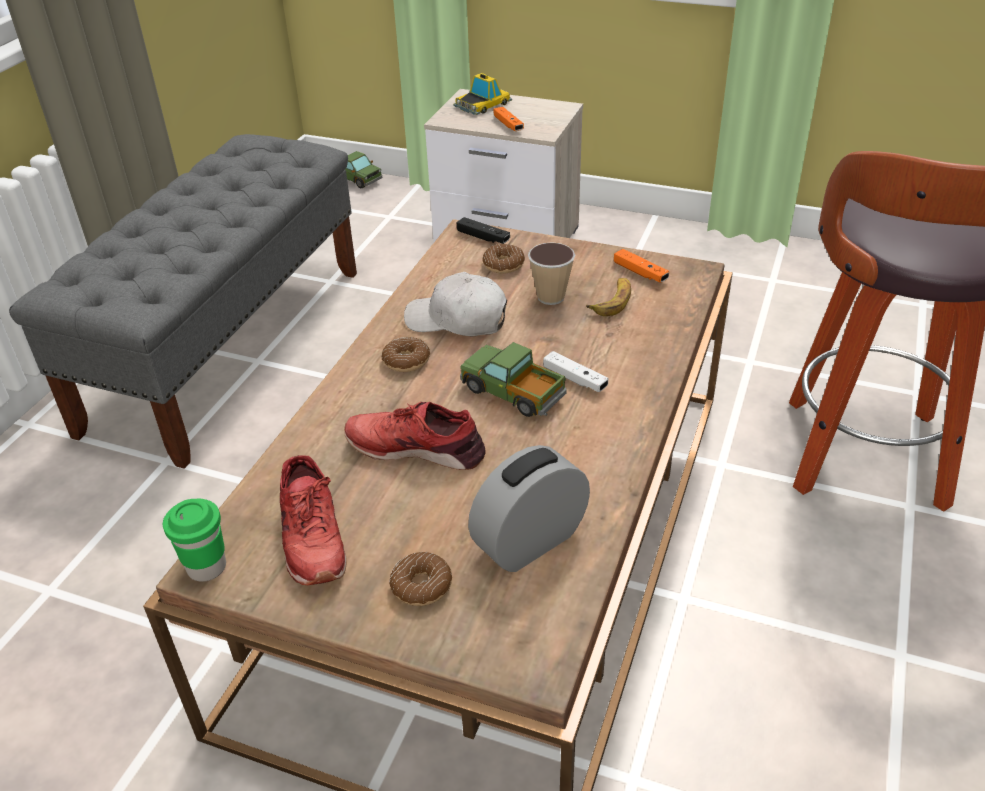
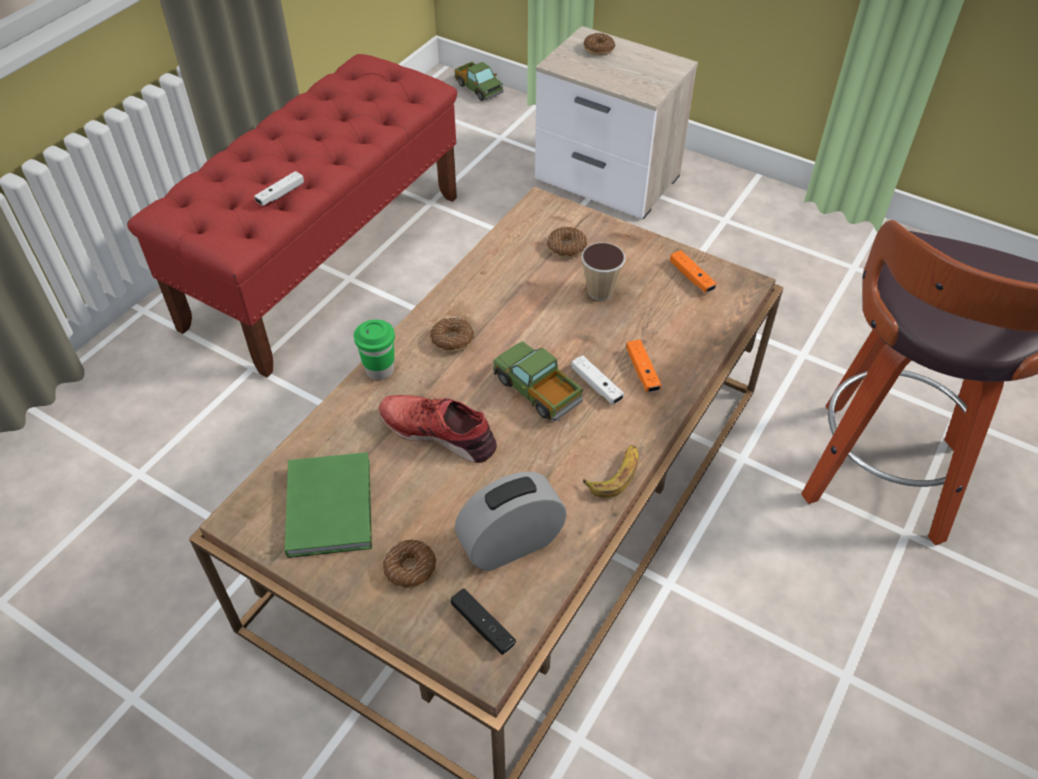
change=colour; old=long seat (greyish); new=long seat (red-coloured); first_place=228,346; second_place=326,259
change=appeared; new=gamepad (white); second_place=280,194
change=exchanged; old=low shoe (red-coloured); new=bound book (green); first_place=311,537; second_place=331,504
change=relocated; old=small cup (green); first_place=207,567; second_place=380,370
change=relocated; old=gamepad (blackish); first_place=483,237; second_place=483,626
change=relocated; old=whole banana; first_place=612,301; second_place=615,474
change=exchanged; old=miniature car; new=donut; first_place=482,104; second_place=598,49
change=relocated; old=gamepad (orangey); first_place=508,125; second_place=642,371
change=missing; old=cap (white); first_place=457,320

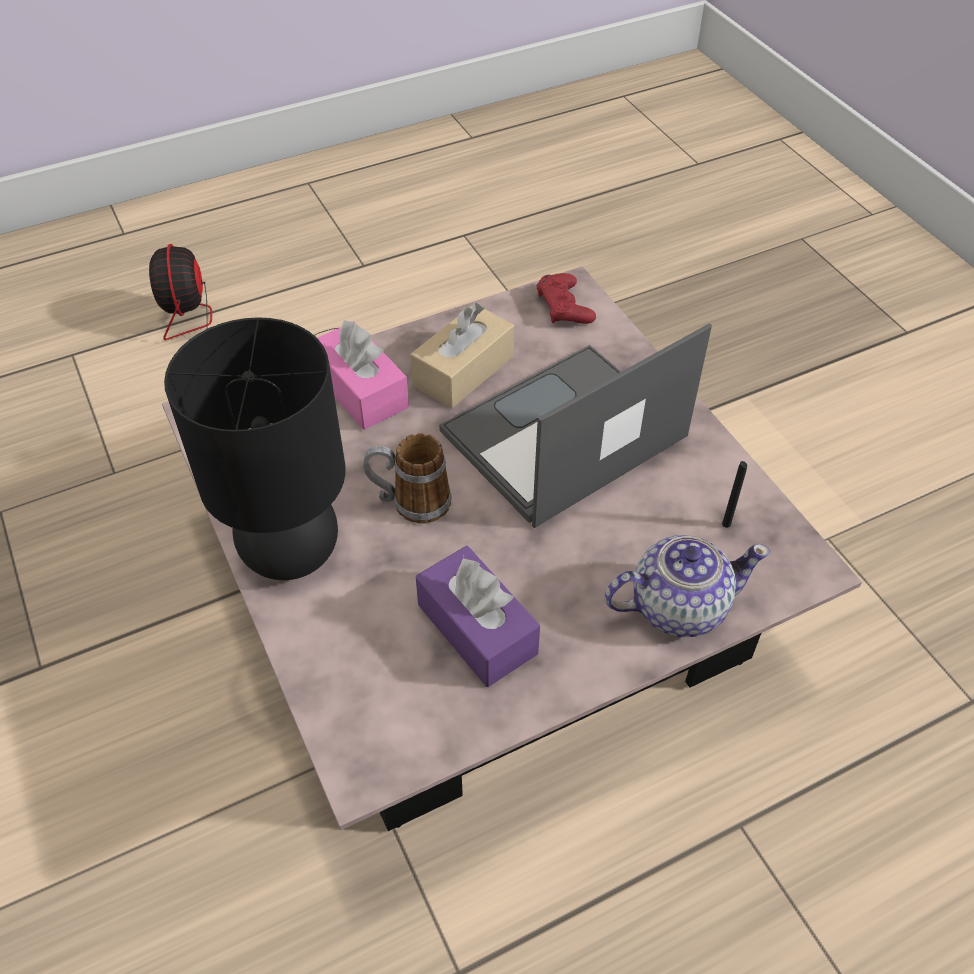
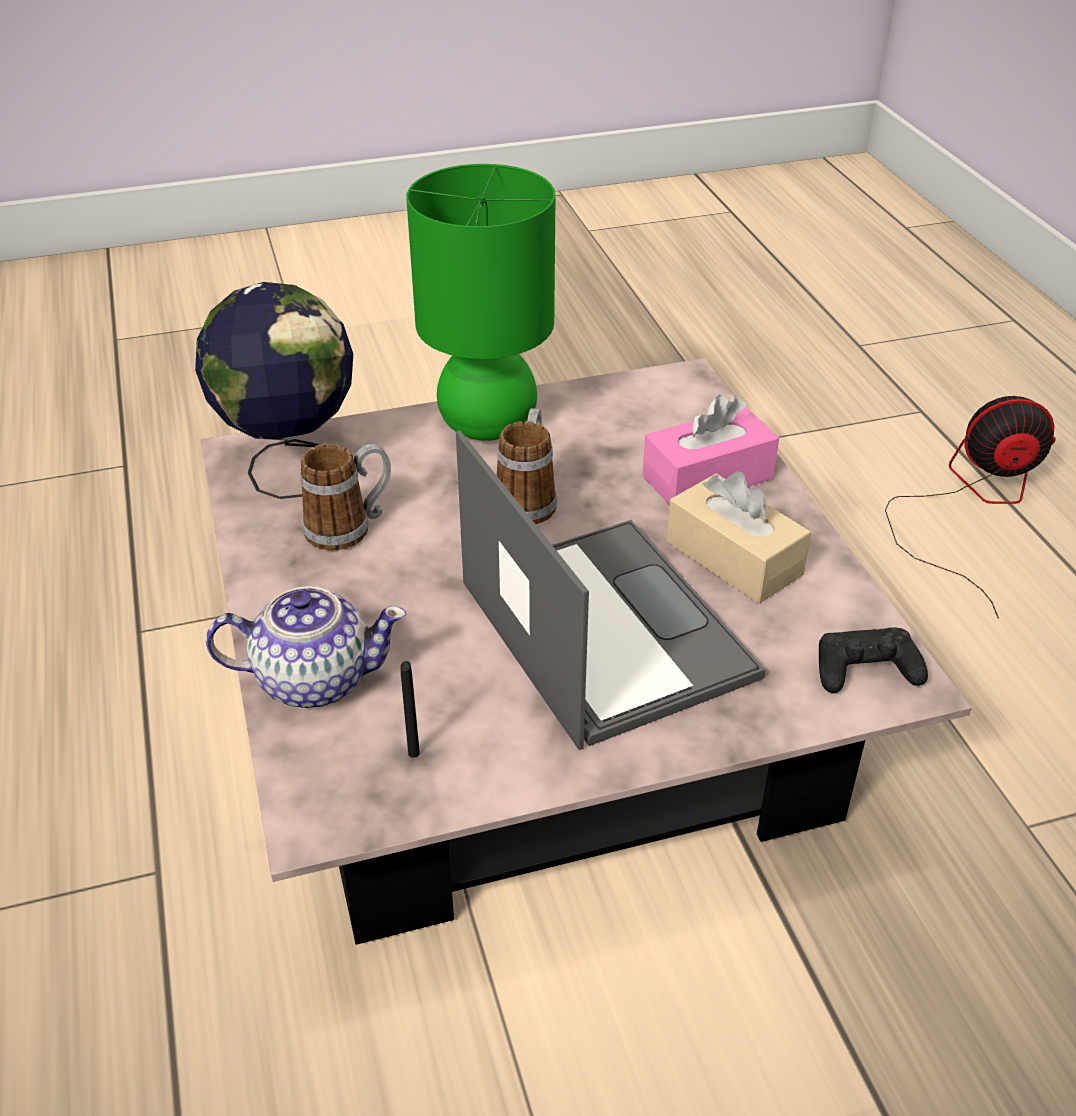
change=appeared; new=globe; second_place=290,460
change=spun; old=tea pot; first_place=677,606; second_place=313,679; degrees=-90
change=exchanged; old=tissue box (purplish); new=mug; first_place=477,629; second_place=350,528
change=colour; old=table lamp (blackish); new=table lamp (green); first_place=292,550; second_place=488,425
change=colour; old=gamepad (red-coloured); new=gamepad (blackish); first_place=564,307; second_place=865,670

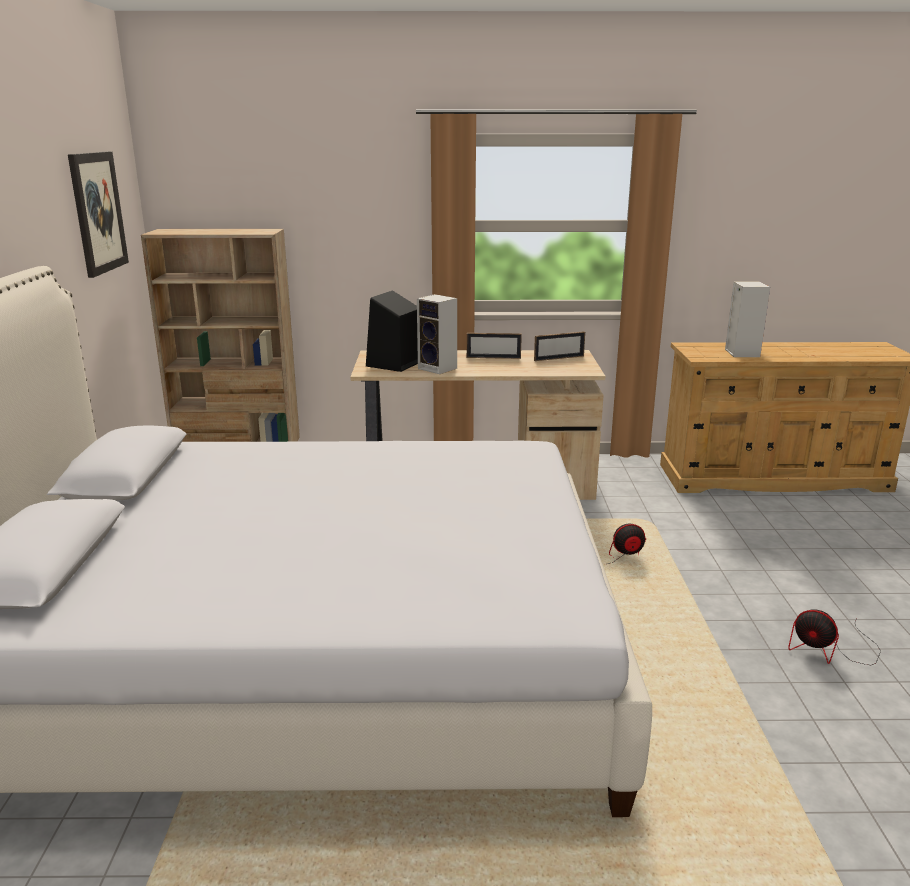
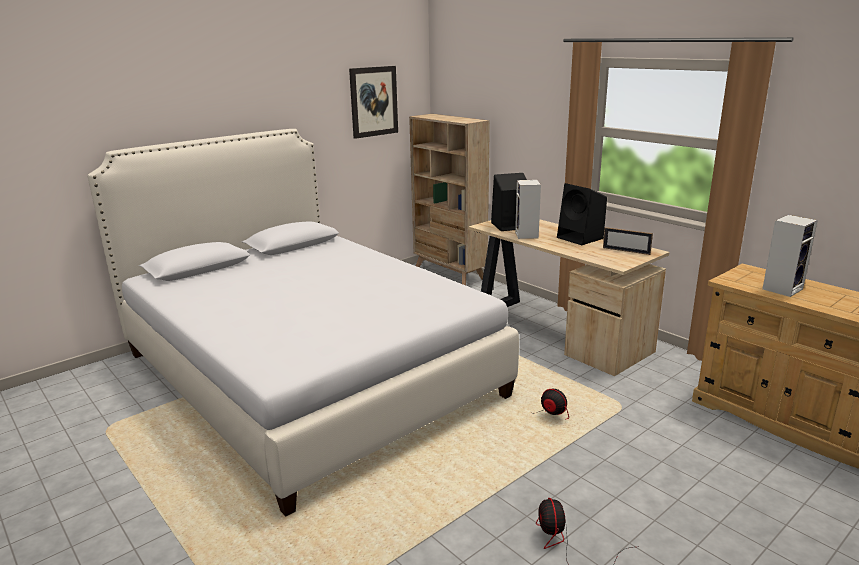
change=exchanged; old=picture frame; new=loudspeaker (blackish); first_place=493,358; second_place=581,238

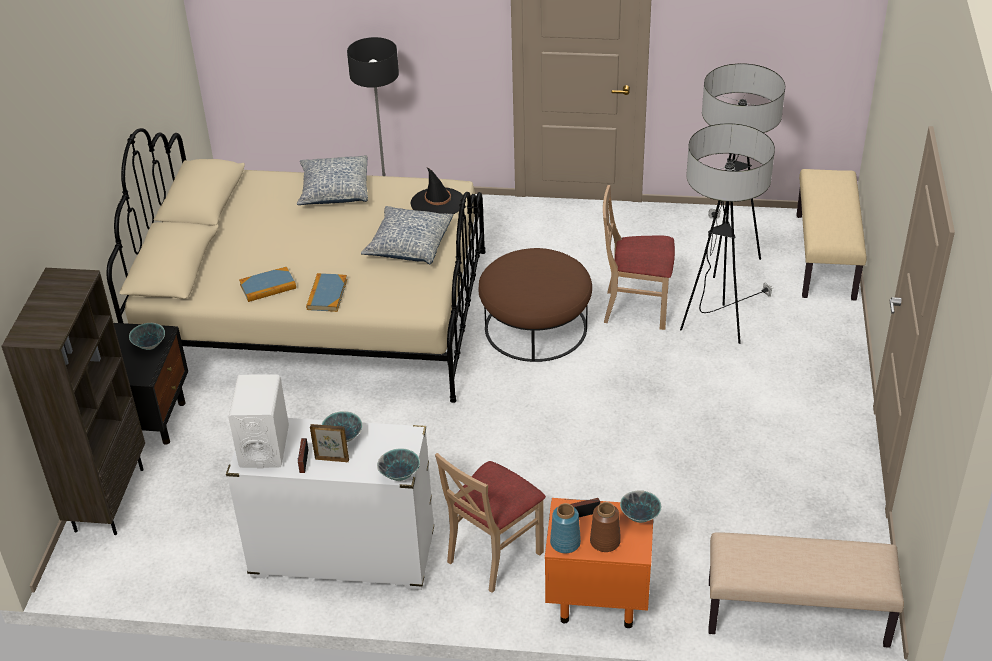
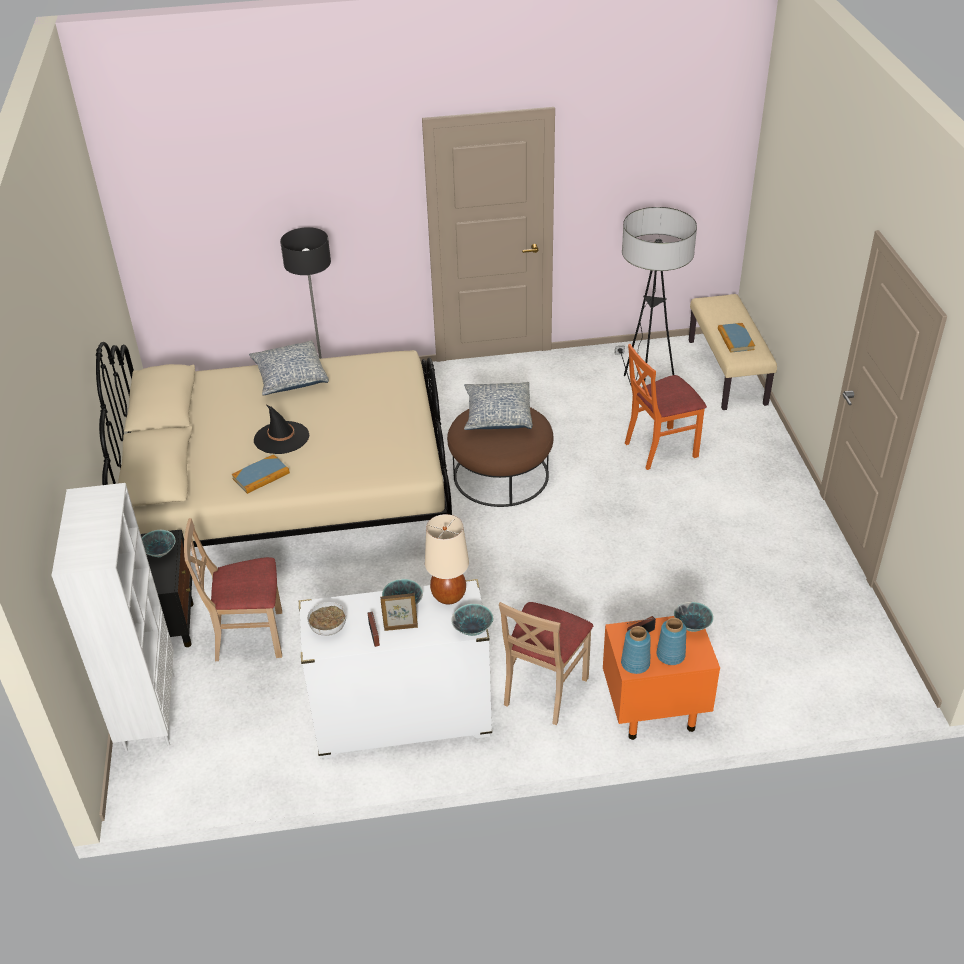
change=colour; old=shelving unit (brownish); new=shelving unit (white); first_place=108,499; second_place=148,711
change=relocated; old=plain chair (sand-coloured); first_place=636,308; second_place=249,636
change=relocated; old=hat (blackish); first_place=438,203; second_place=281,438
change=exchanged; old=loudspeaker (white); new=bowl; first_place=264,446; second_place=329,628
change=appeared; new=table lamp (sand-coloured); second_place=449,596
change=relocated; old=throw pillow; first_place=409,244; second_place=497,415
change=exchanged; old=standing lamp; new=plain chair (orangey); first_place=716,328; second_place=660,448
change=colour; old=flower vase (brownish); new=flower vase (blue-coloured); first_place=605,541; second_place=671,655
change=relocated; old=bound book; first_place=327,294; second_place=735,339
change=missing; old=long seat (sand-coloured); first_place=796,615

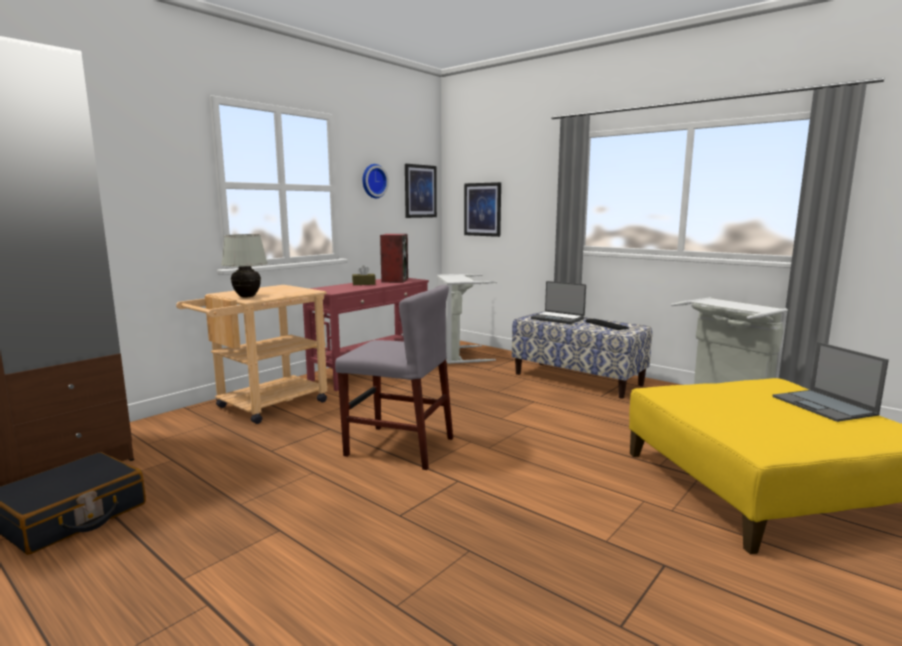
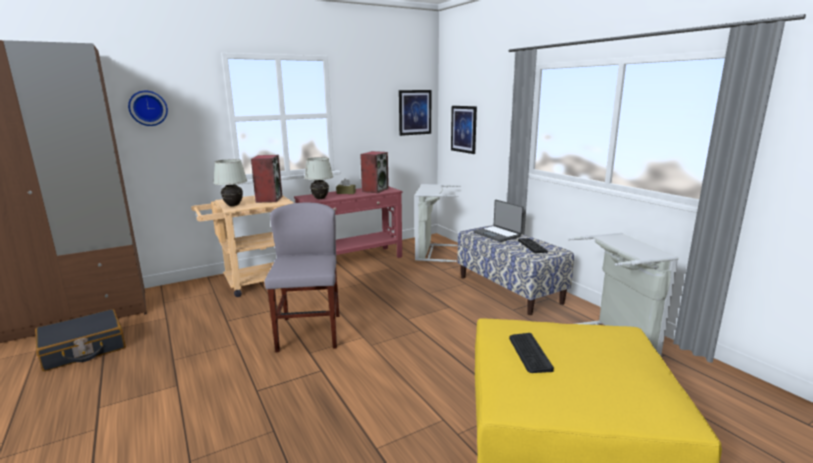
change=relocated; old=wall clock; first_place=373,181; second_place=148,108
change=appeared; new=loudspeaker; second_place=269,199
change=spun; old=plain chair (greyish); first_place=399,447; second_place=309,332; degrees=-135
change=appeared; new=table lamp (white); second_place=320,198
change=appeared; new=keyboard; second_place=529,353
change=missing; old=portable computer; first_place=824,406

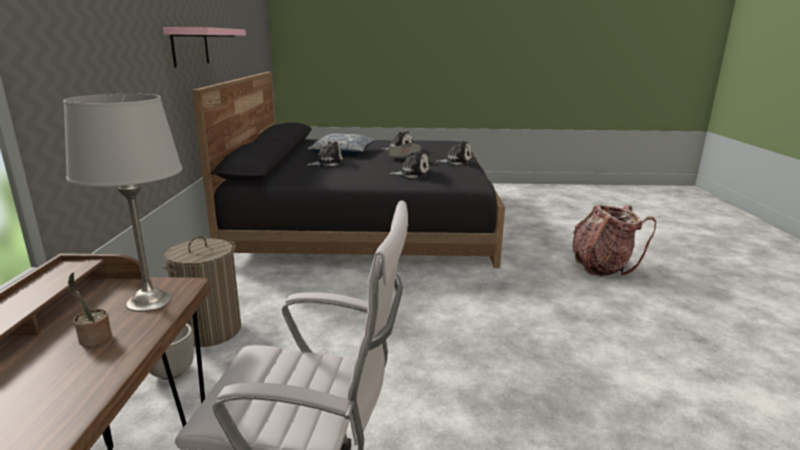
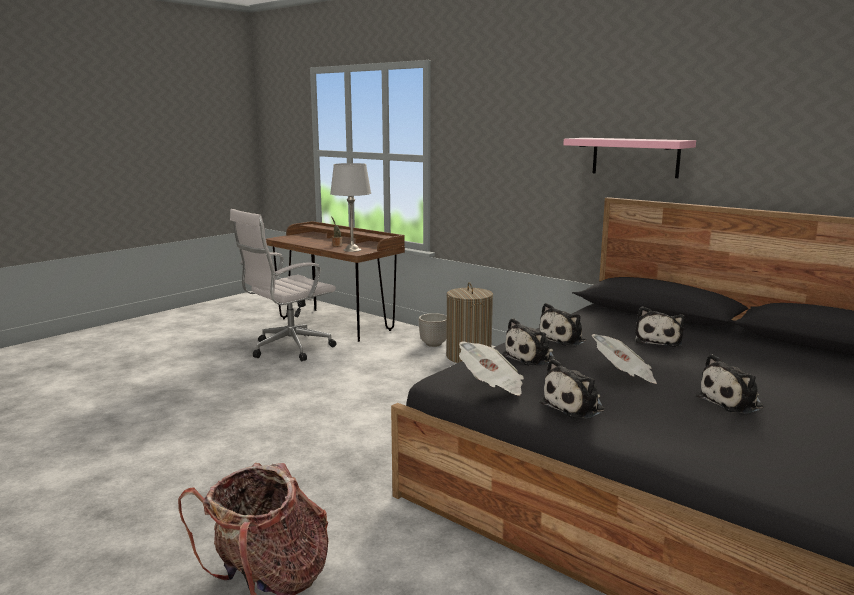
change=appeared; new=printed paper; second_place=492,385
change=appeared; new=plush toy; second_place=564,339
change=missing; old=throw pillow; first_place=342,153

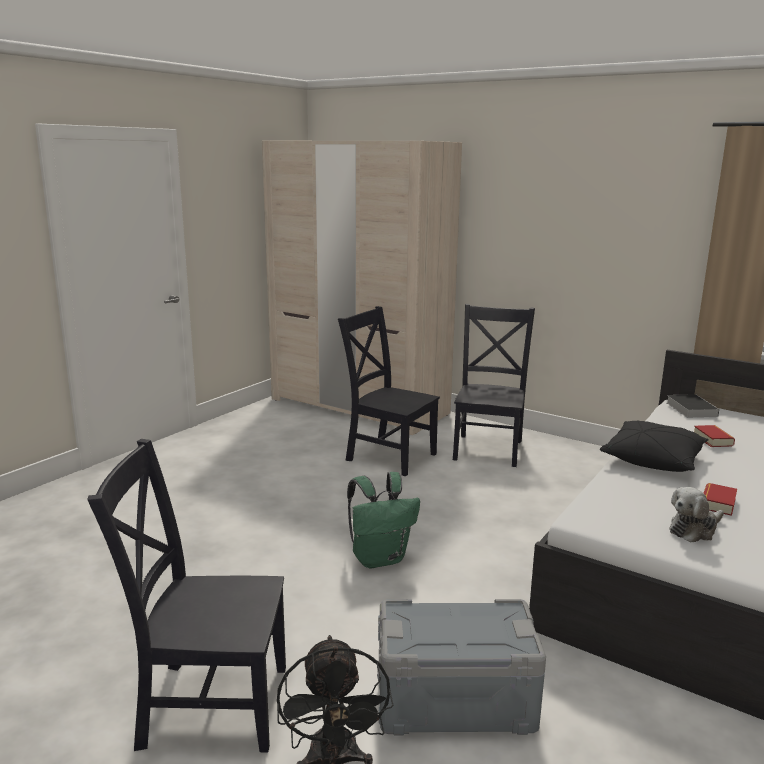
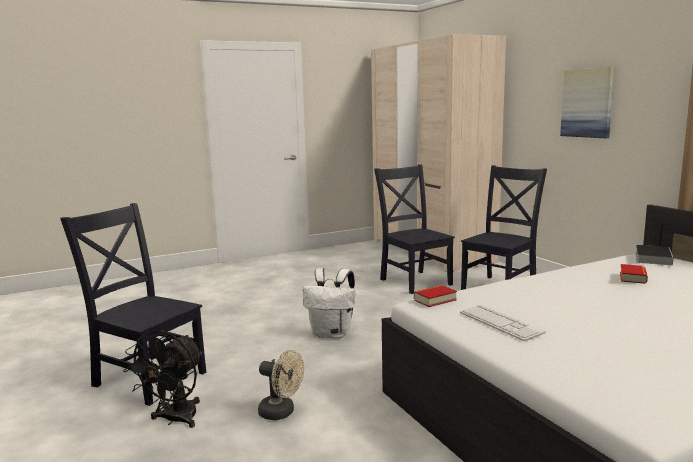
change=exchanged; old=storage bin (greyish); new=cooling fan (sand-coloured); first_place=454,699; second_place=281,413
change=colour; old=backpack (green); new=backpack (white); first_place=380,558; second_place=332,333
change=relocated; old=bound book; first_place=717,503; second_place=435,300
change=exchanged; old=plush toy; new=keyboard; first_place=694,530; second_place=500,323
change=appeared; new=wall picture; second_place=587,103
change=missing; old=throw pillow (blackish); first_place=653,459

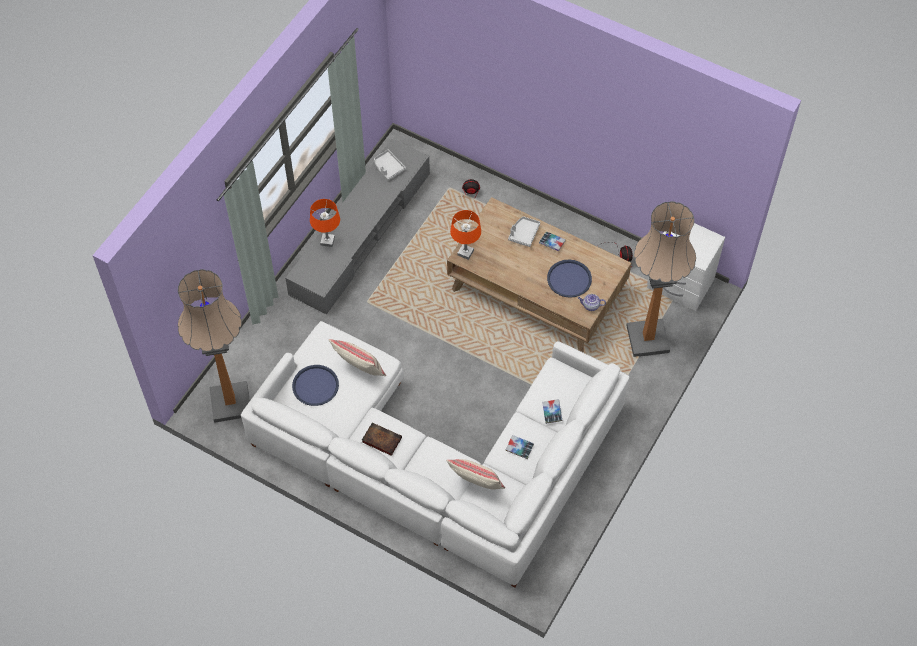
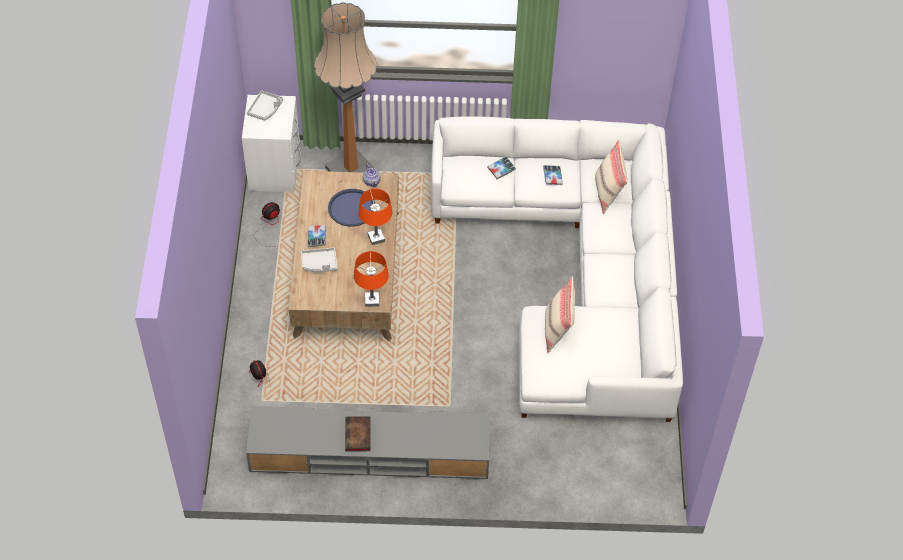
change=relocated; old=tray (greyish); first_place=388,168; second_place=265,109
change=relocated; old=bound book; first_place=380,440; second_place=358,436
change=relocated; old=table lamp (orangey); first_place=327,241; second_place=376,238
change=missing; old=standing lamp; first_place=230,403
change=missing; old=tray (blue-coloured); first_place=315,386

